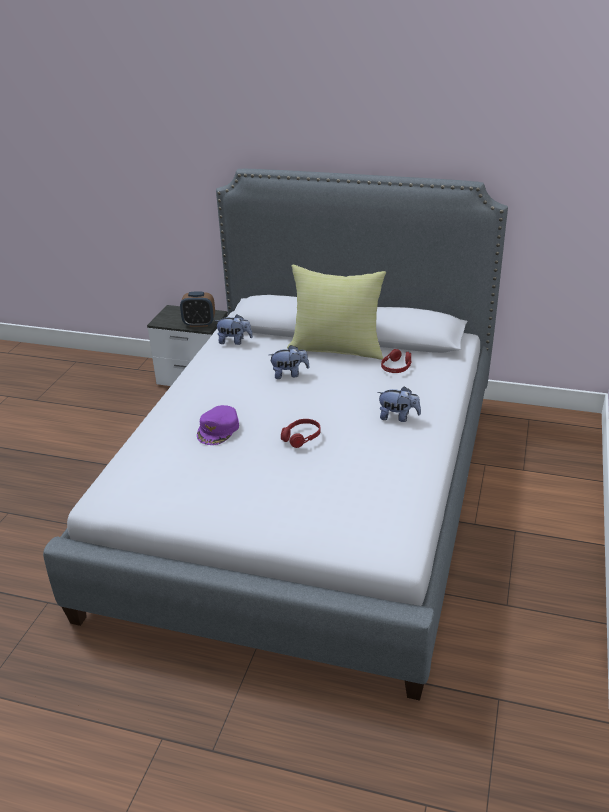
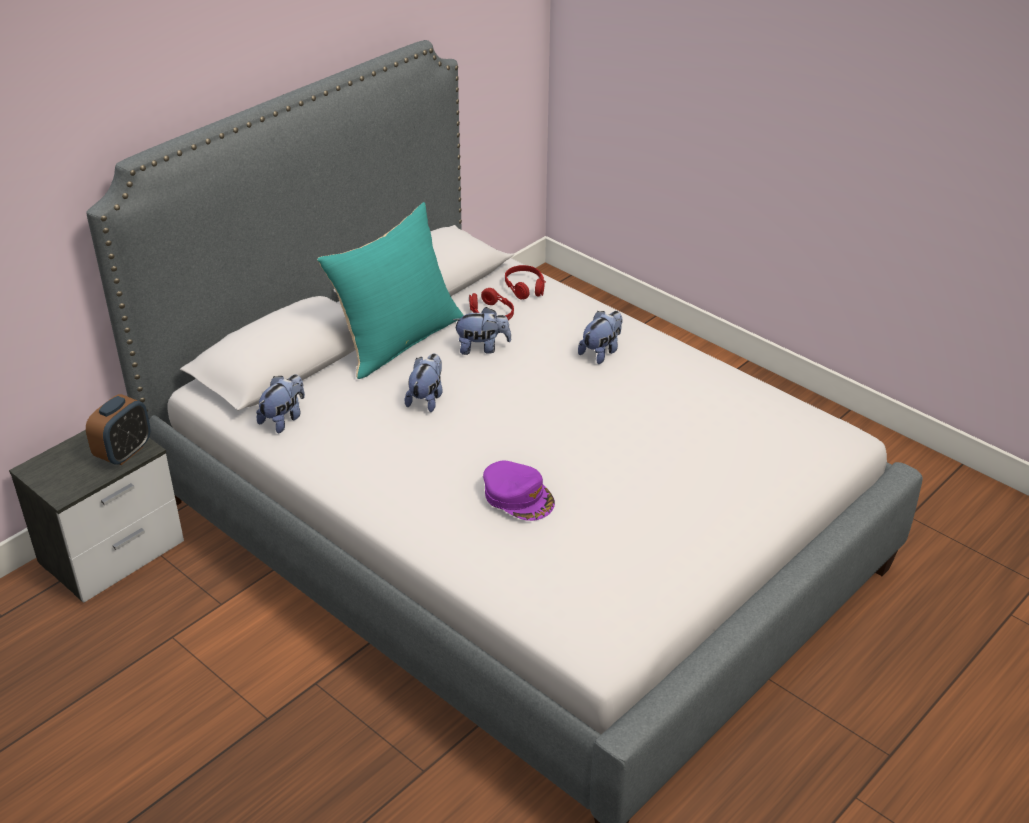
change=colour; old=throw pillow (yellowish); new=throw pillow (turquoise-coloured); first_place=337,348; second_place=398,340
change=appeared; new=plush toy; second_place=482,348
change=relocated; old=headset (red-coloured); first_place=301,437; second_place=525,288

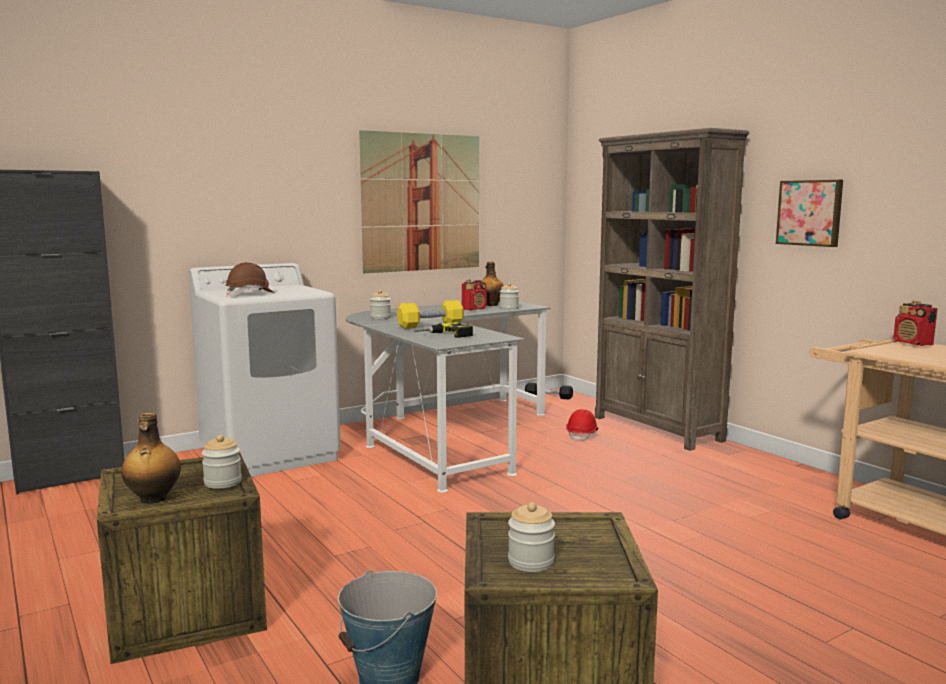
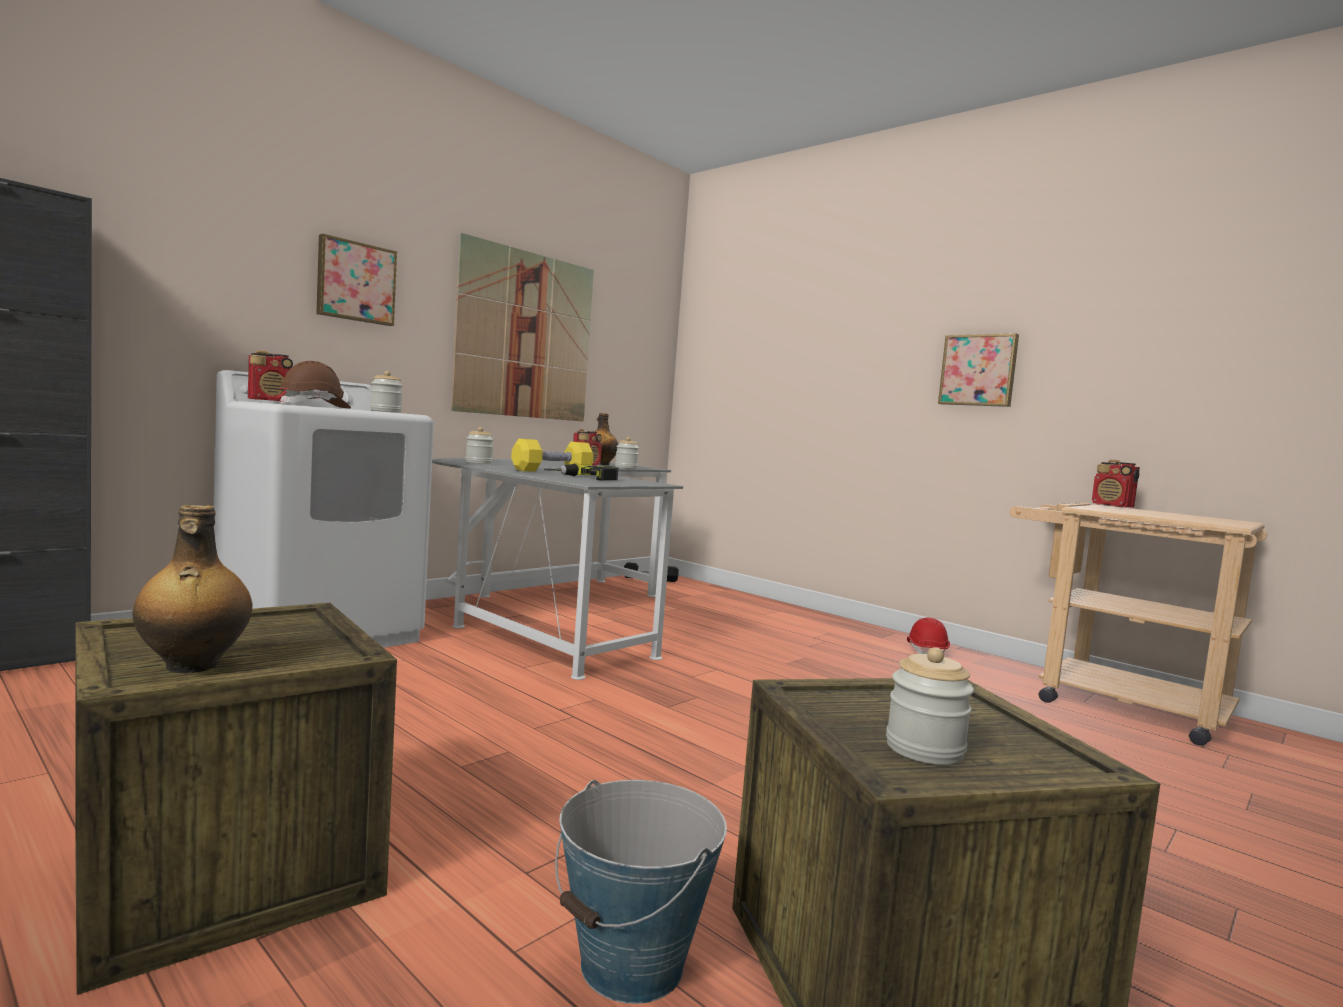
change=appeared; new=radio; second_place=270,400
change=appeared; new=wall picture; second_place=355,282
change=relocated; old=storage jar; first_place=222,482; second_place=385,411
change=relocated; old=hard hat (red-coloured); first_place=582,435; second_place=926,652
change=missing; old=shelving unit (brownish); first_place=657,429

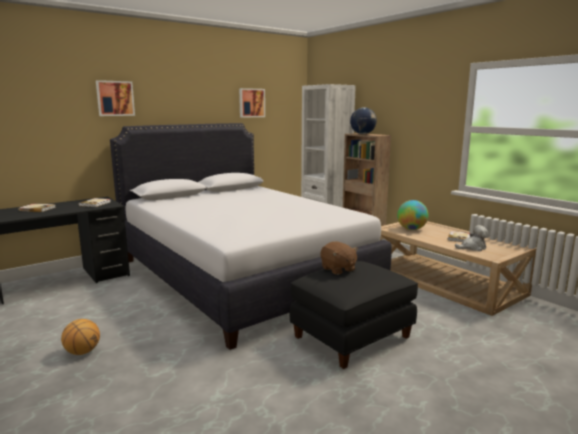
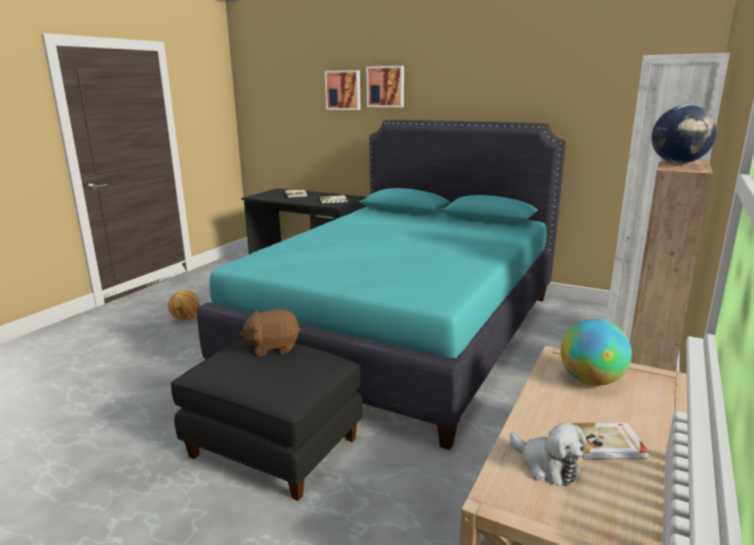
change=colour; old=bed (white); new=bed (turquoise-coloured); first_place=242,275; second_place=401,331
change=spun; old=plush toy (brownish); first_place=338,269; second_place=273,347; degrees=45
change=relocated; old=wall picture; first_place=251,103; second_place=343,90

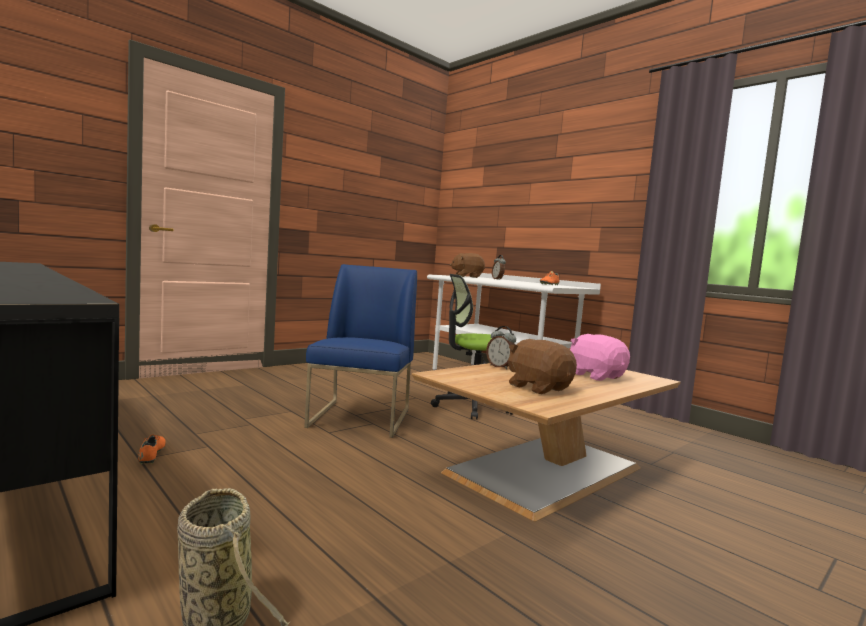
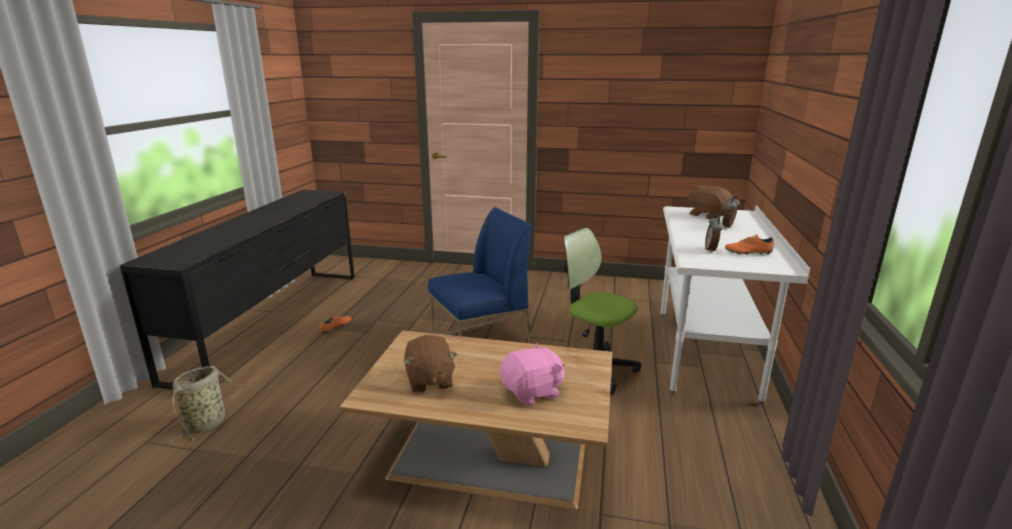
change=spun; old=plush toy (brownish); first_place=538,388; second_place=429,381; degrees=150
change=spun; old=plush toy (pink); first_place=595,376; second_place=532,392; degrees=45
change=relocated; old=alarm clock; first_place=500,367; second_place=711,250

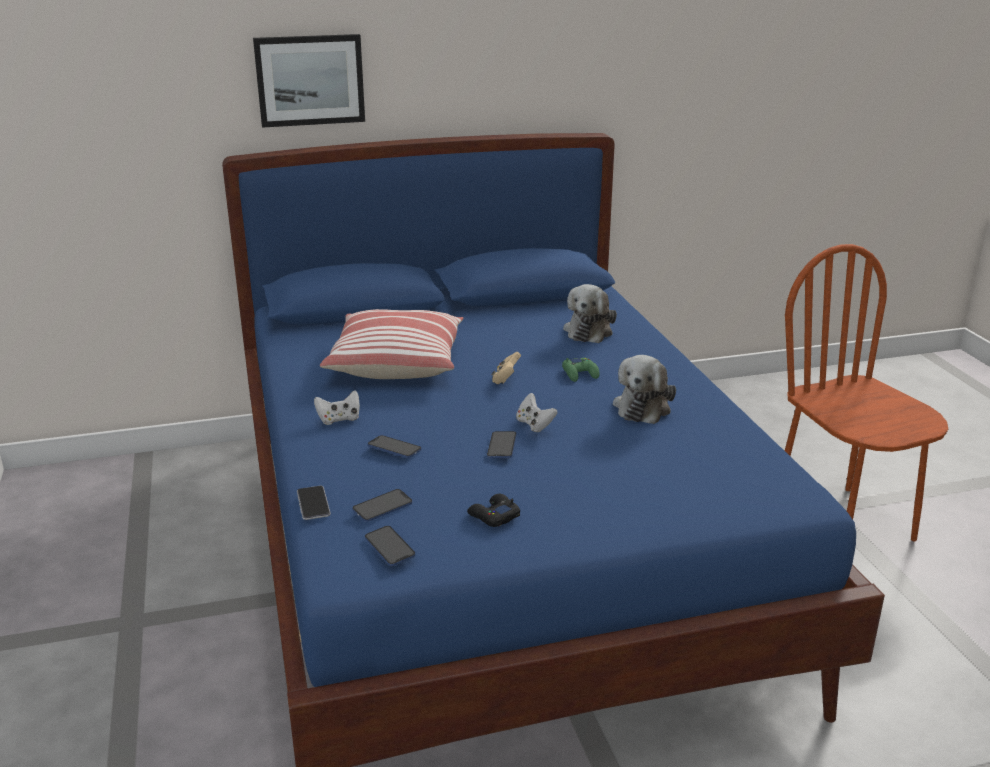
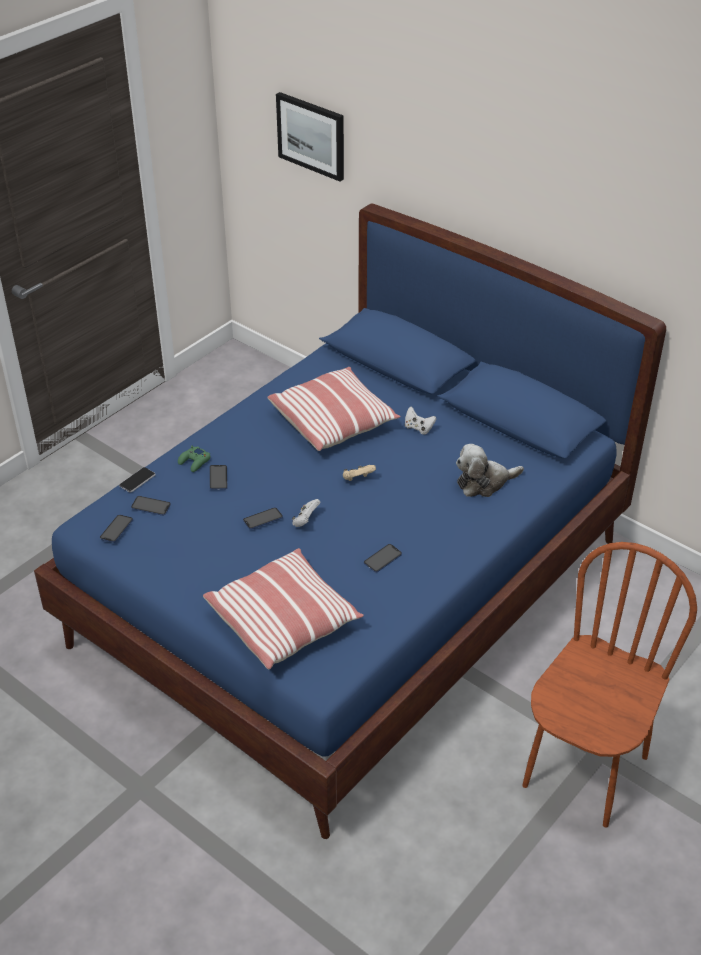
change=relocated; old=gamepad (green); first_place=580,374; second_place=194,462
change=appeared; new=throw pillow; second_place=284,621
change=relocated; old=wall picture; first_place=310,80; second_place=311,135
change=exchanged; old=plush toy; new=telephone; first_place=643,406; second_place=382,559
change=relocated; old=gamepad (white); first_place=339,419; second_place=418,428
change=missing; old=gamepad (blackish); first_place=493,516

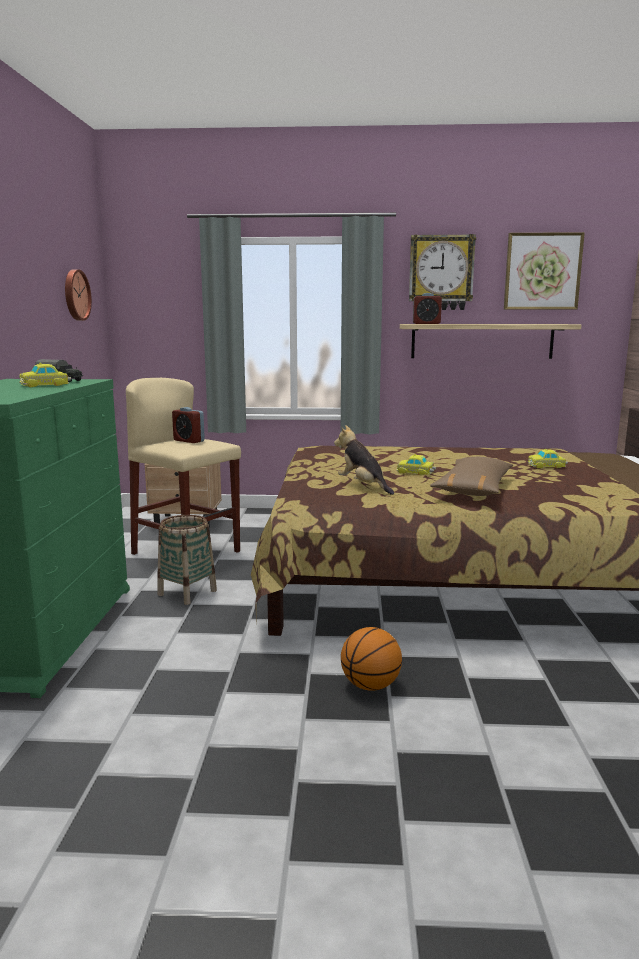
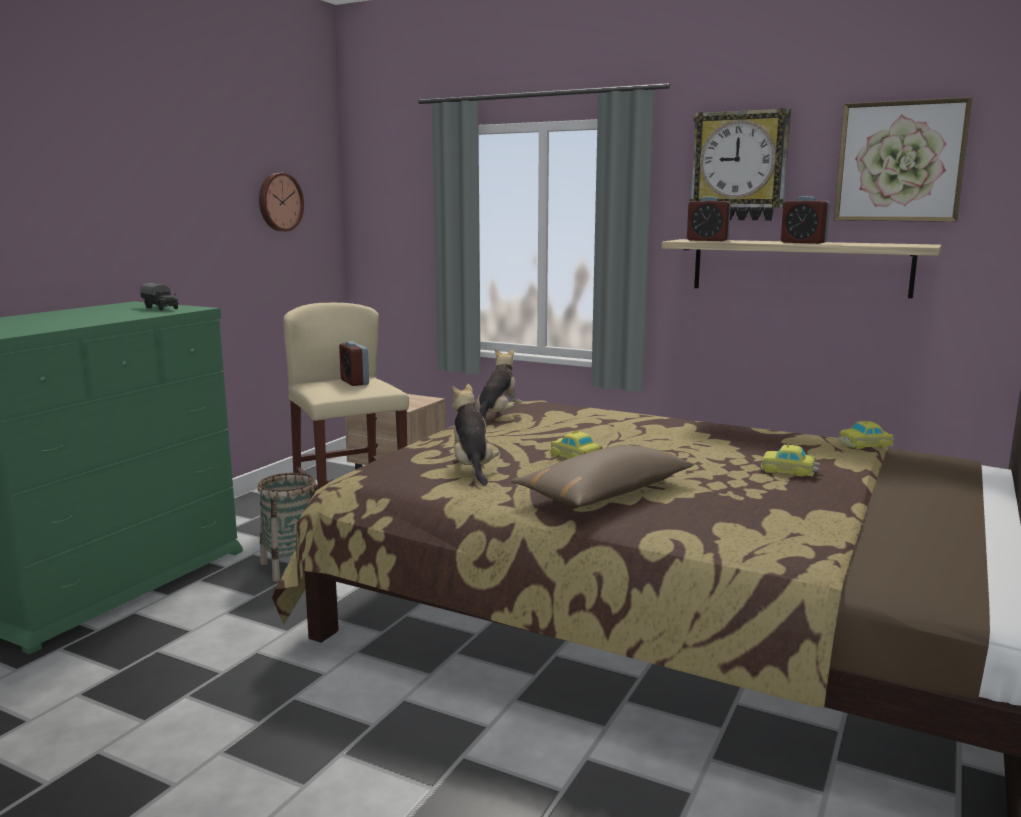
change=appeared; new=plush toy; second_place=497,416
change=appeared; new=alarm clock; second_place=803,242
change=relocated; old=miniature car; first_place=45,385; second_place=866,444
change=missing; old=basketball; first_place=371,685

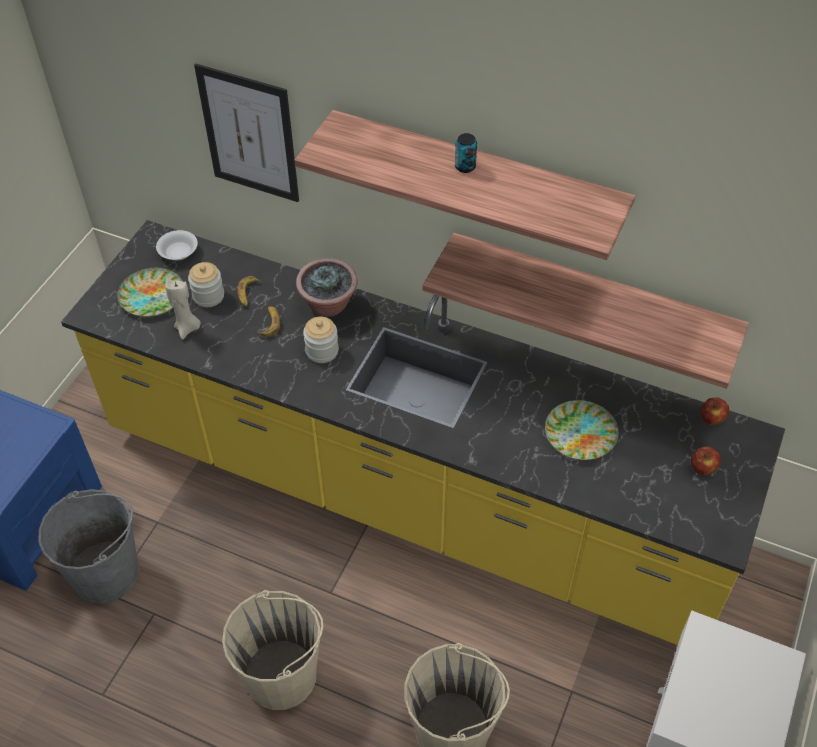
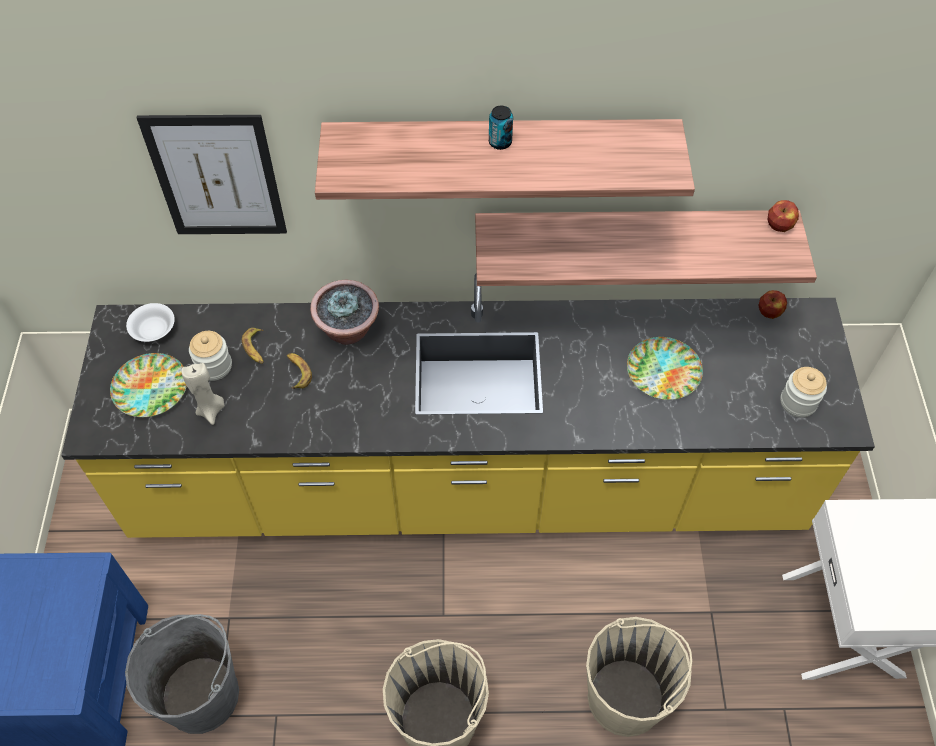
change=relocated; old=whole apple; first_place=703,468; second_place=780,225
change=relocated; old=storage jar; first_place=322,351; second_place=798,402

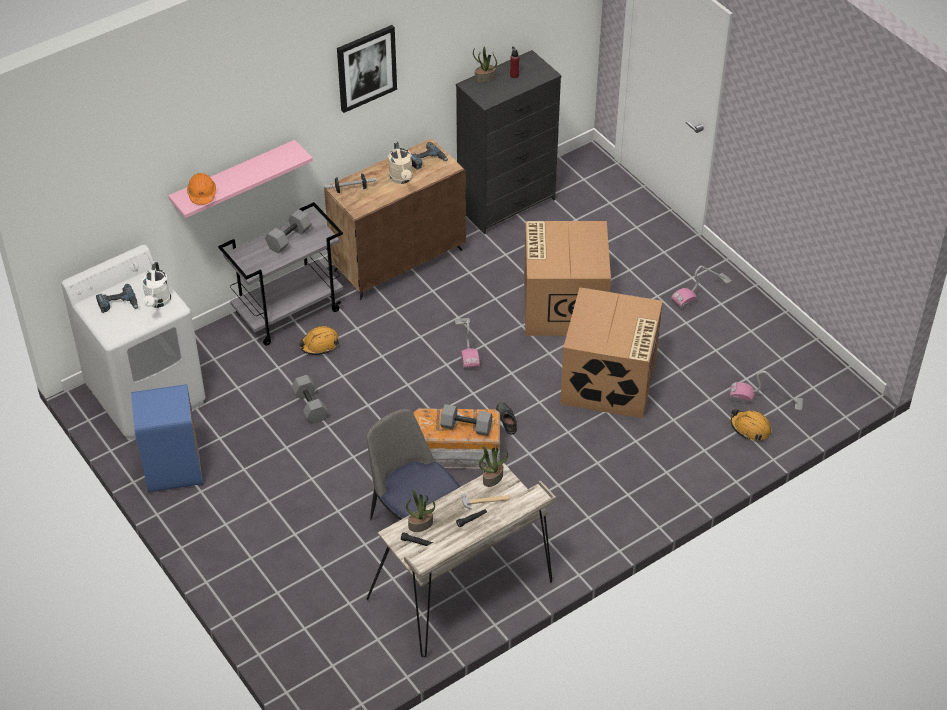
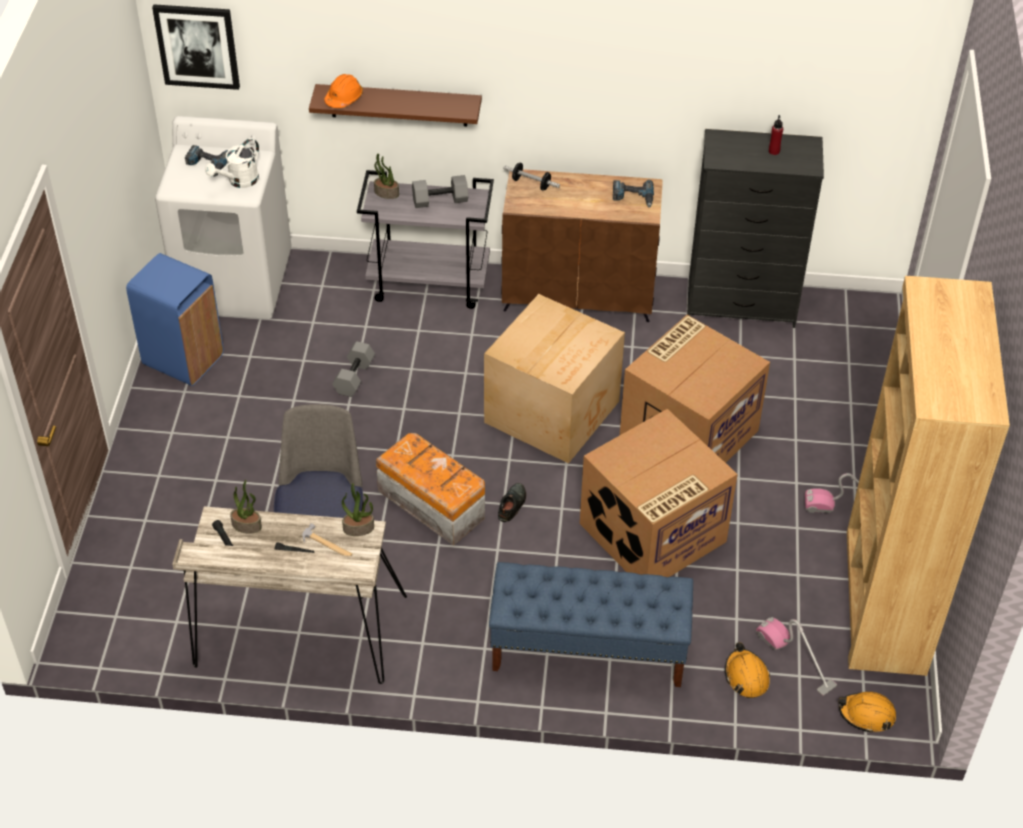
change=relocated; old=wall picture; first_place=366,68; second_place=197,46
change=colour; old=bracket shelf (pink); new=bracket shelf (brownish); first_place=234,179; second_place=399,105
change=relocated; old=plant in a pot; first_place=485,78; second_place=386,193
change=exchanged; old=vacuum; new=cardboard box; first_place=466,344; second_place=554,411
change=appeared; new=long seat (blue-coloured); second_place=587,650
change=relocated; old=hard hat (orangey); first_place=319,344; second_place=866,715
change=appeared; new=shelving unit (brownish); second_place=883,602
change=missing; old=watering pot (sand-coloured); first_place=402,179
change=missing; old=dumbbell (greyish); first_place=465,427

